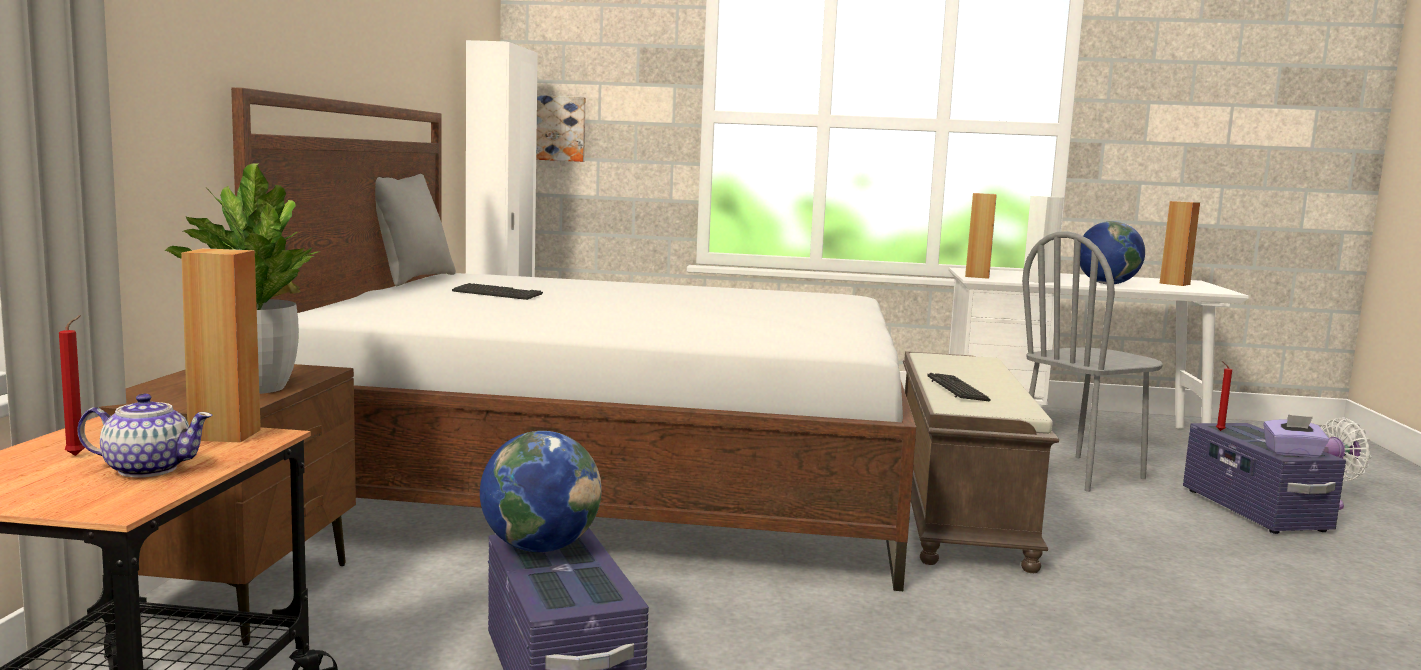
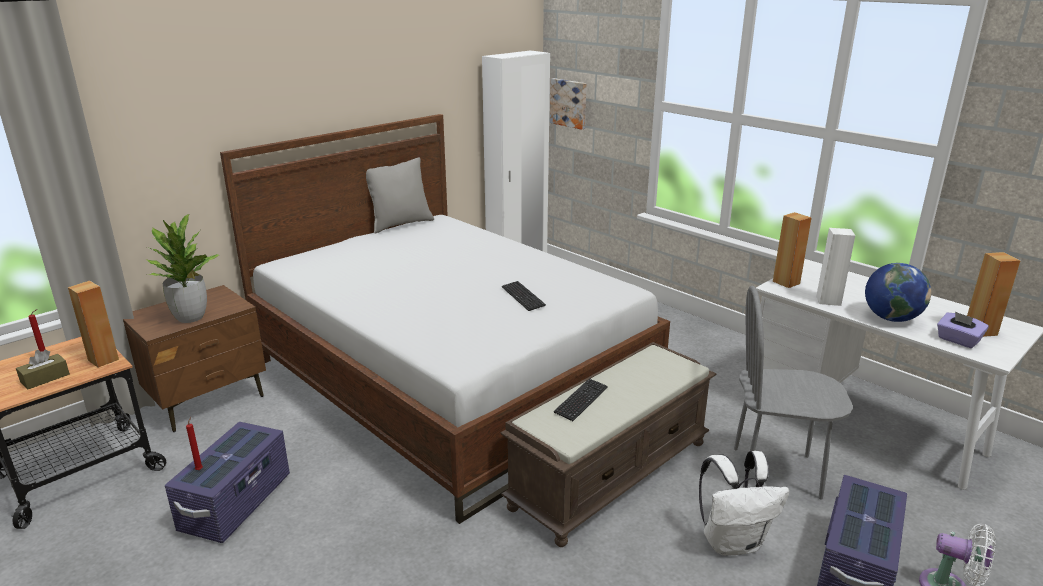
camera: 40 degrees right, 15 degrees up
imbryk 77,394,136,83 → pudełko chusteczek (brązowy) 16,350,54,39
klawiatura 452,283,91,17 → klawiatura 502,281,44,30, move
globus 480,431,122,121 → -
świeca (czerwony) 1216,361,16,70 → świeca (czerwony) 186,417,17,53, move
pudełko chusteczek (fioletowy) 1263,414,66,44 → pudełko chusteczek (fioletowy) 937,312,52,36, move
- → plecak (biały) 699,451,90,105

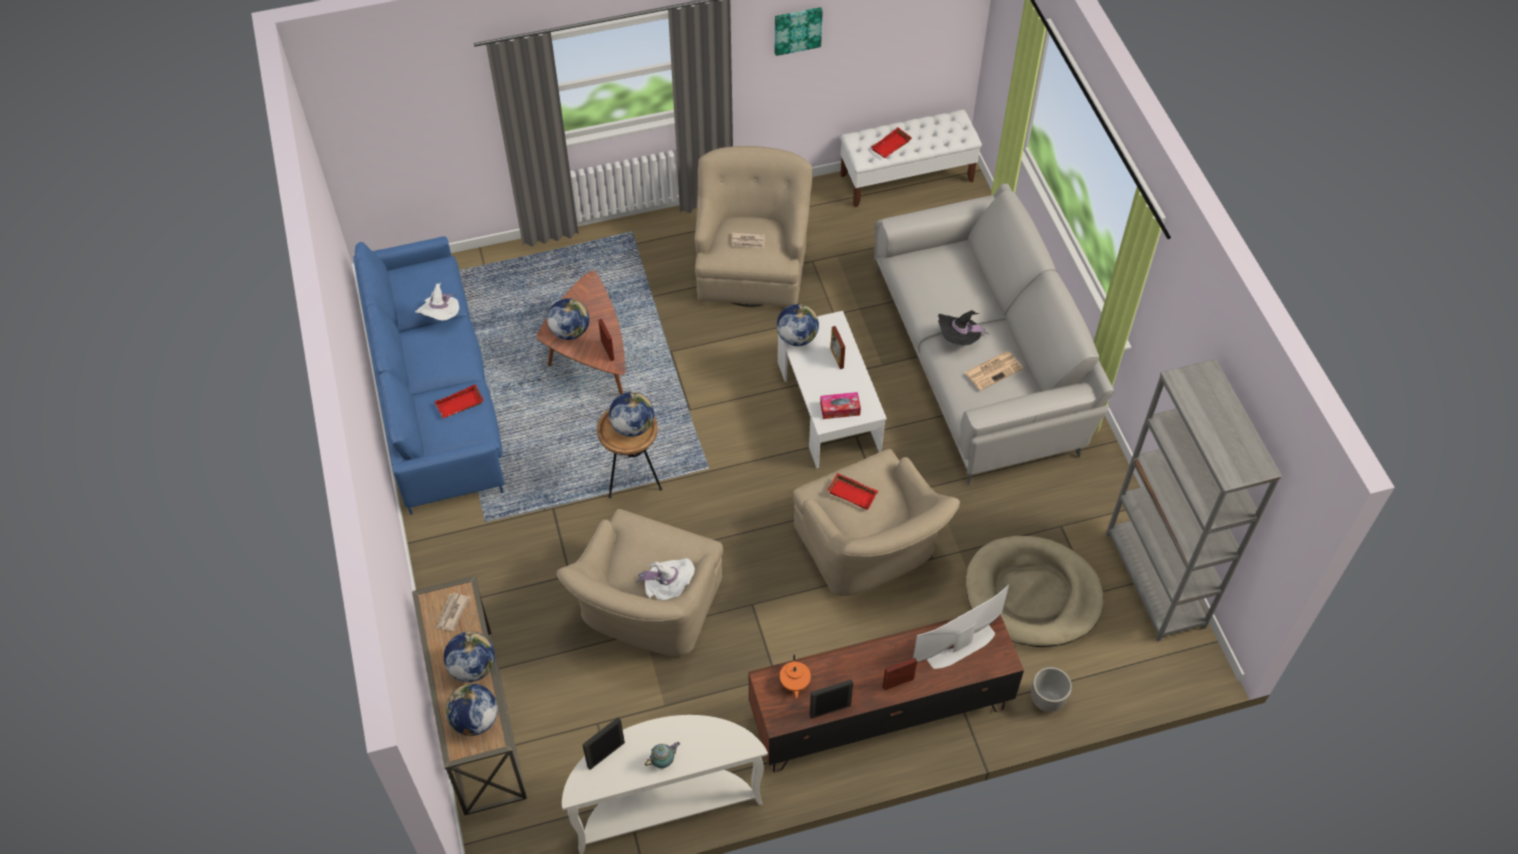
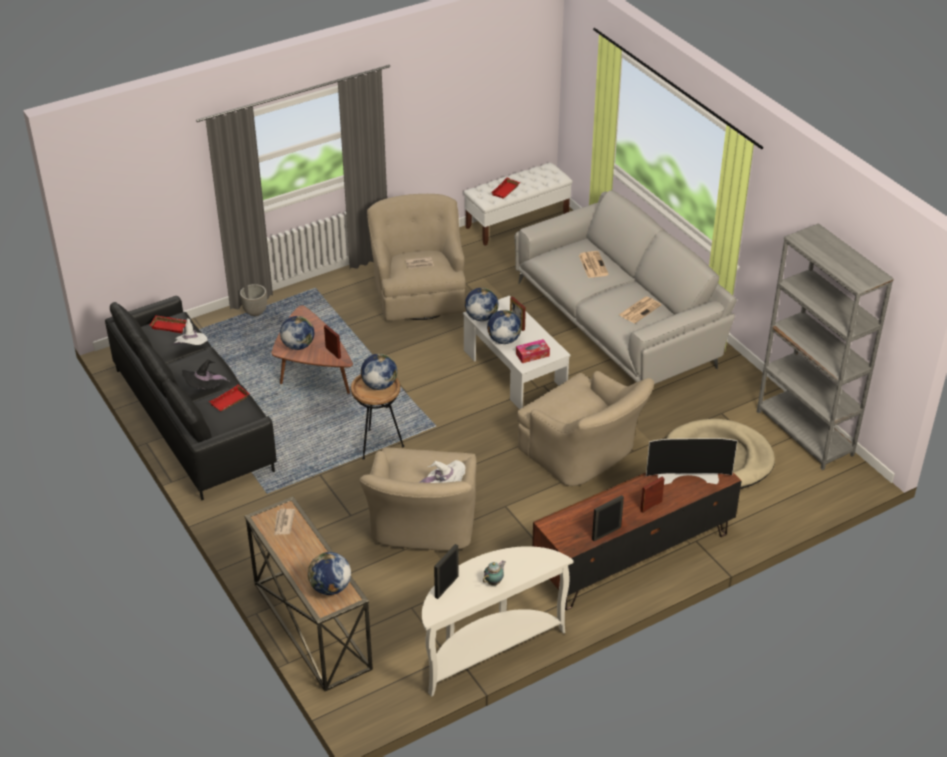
camera: 15 degrees left, 15 degrees down
kanapa (niebieski) 353,236,151,279 → kanapa (czarny) 105,296,172,204
globus 444,631,51,51 → globus 487,310,35,34, move
obraz 775,7,48,49 → -
imbryk (pomarańczowy) 780,654,31,44 → -
taca (czerwony) 827,473,51,37 → taca (czerwony) 149,315,38,18, move
telewizor 913,584,96,85 → telewizor 646,438,91,47, 135 degrees counterclockwise
kapelusz (czarny) 938,310,51,36 → kapelusz (czarny) 182,359,48,30, move
donica 1031,667,41,45 → donica 240,284,27,32, move
- → gazeta 579,251,30,27

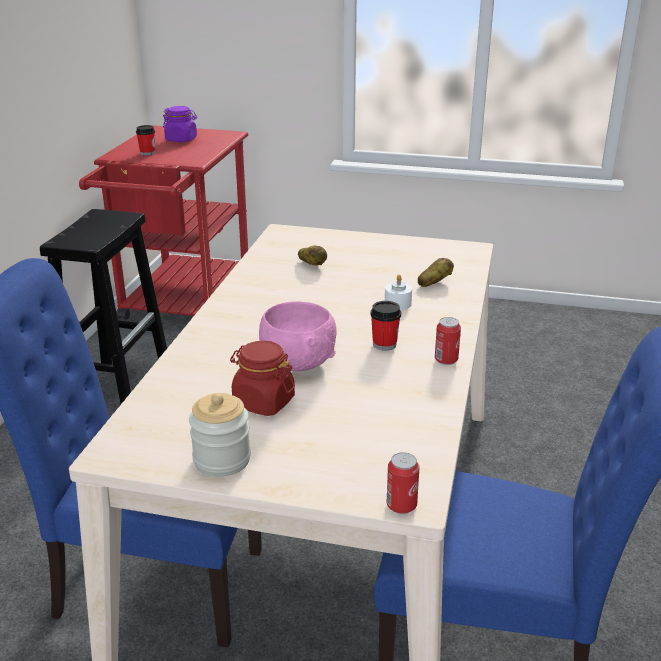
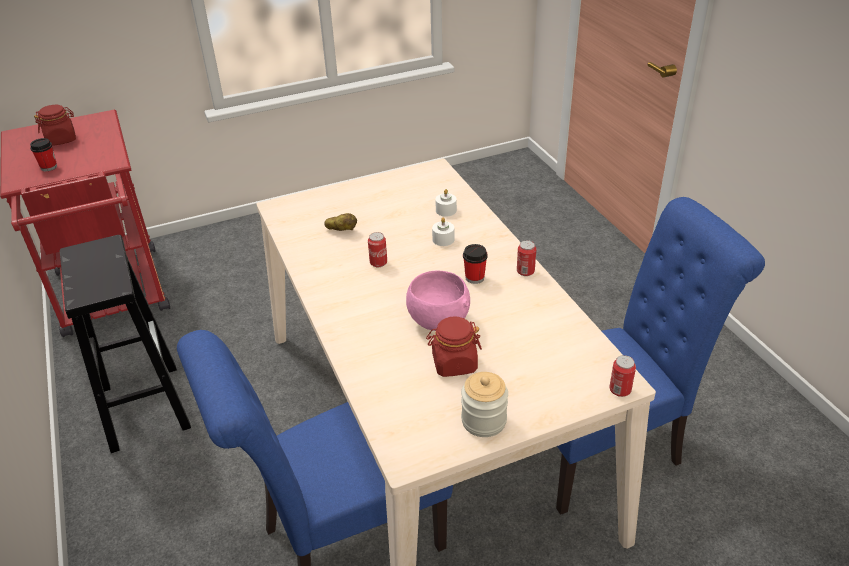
camera: 35 degrees left, 10 degrees up
słoik (fioletowy) 163,106,34,36 → słoik (czerwony) 34,105,42,41
ziemniak 418,258,36,29 → świeca (biały) 435,189,22,28
- → puszka 368,232,19,35

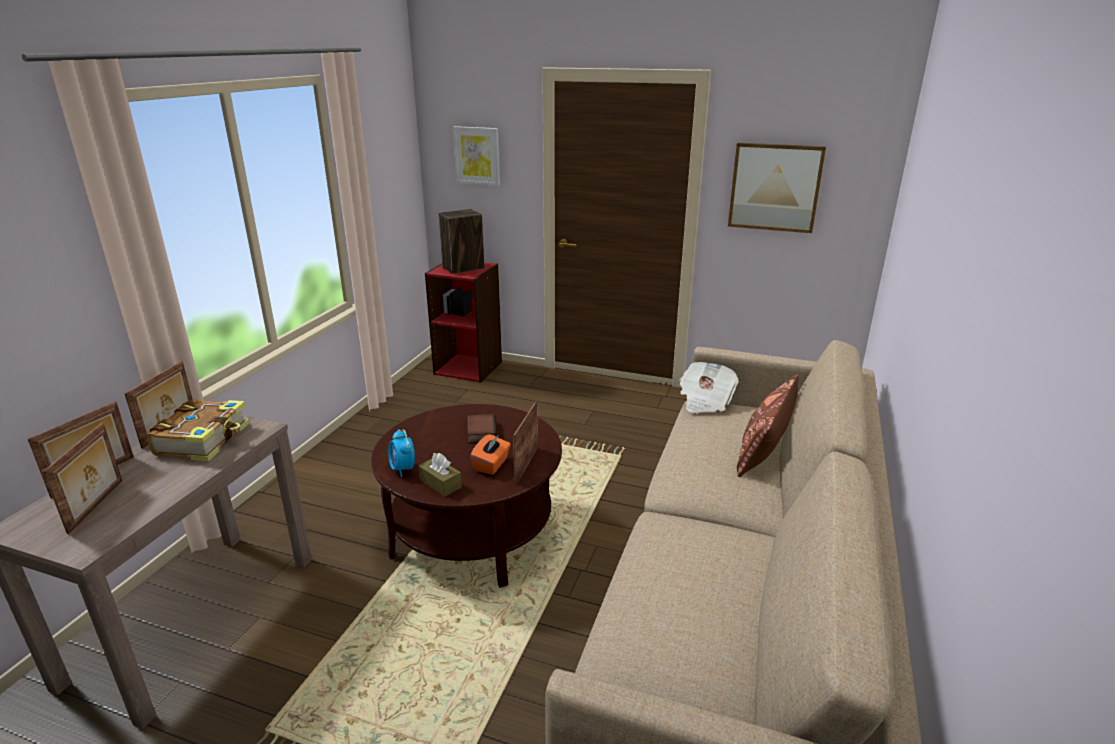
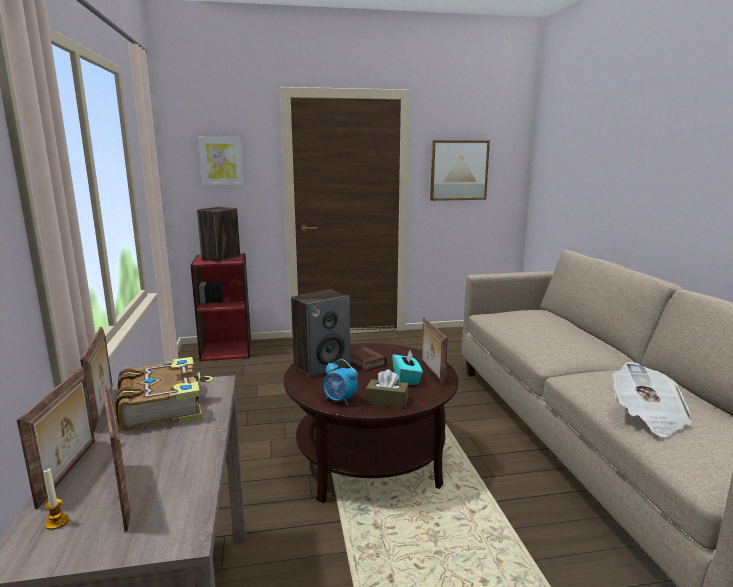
camera: 30 degrees left, 10 degrees down
pudełko chusteczek (pomarańczowy) 470,434,41,41 → pudełko chusteczek (turkusowy) 392,350,31,35
gazeta 679,362,60,51 → gazeta 612,362,81,75, move
poduszka (brązowy) 737,375,62,102 → -
- → świeca 44,468,25,62
- → głośnik 291,289,59,88

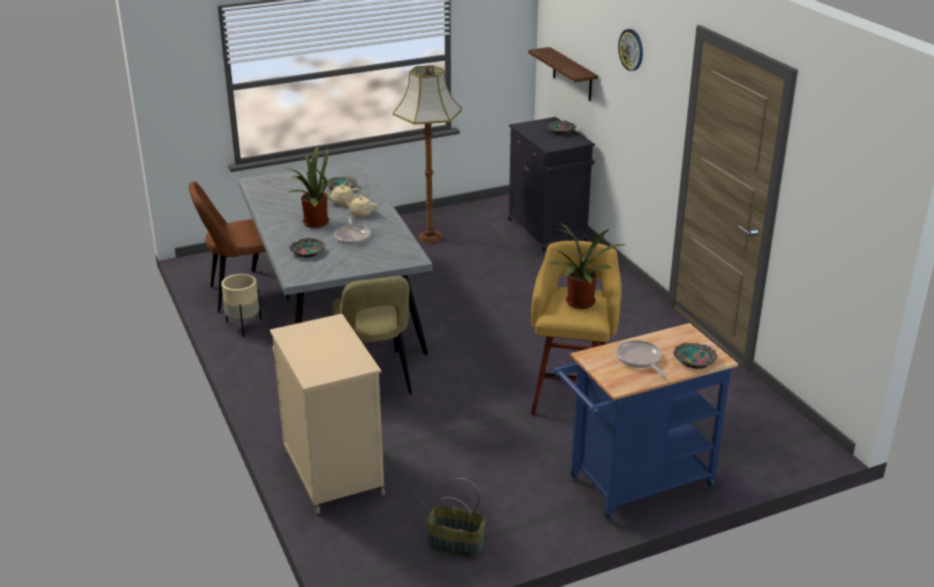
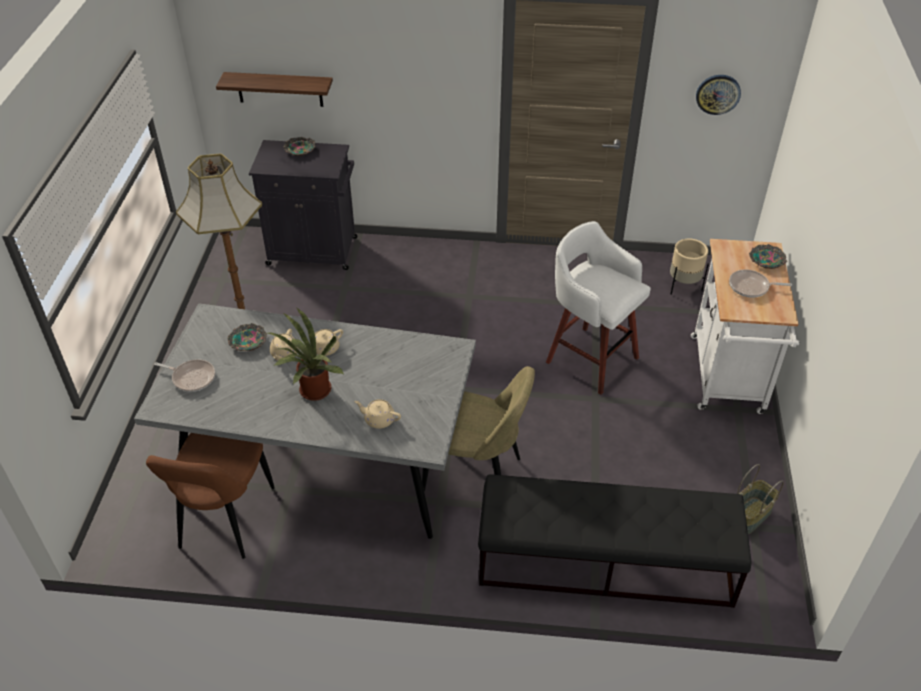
camera: 60 degrees left, 15 degrees up
donica (beżowy) 221,274,41,63 → donica (beżowy) 670,239,39,56, move
szafka (beżowy) 270,314,115,200 → ławka (czarny) 478,474,273,134
miska 289,238,36,20 → imbryk (beżowy) 354,399,47,30
patelnia 334,216,37,28 → patelnia 154,359,61,33, move
stołek (żółty) 531,241,91,174 → stołek (biały) 546,221,105,174
roślina doniczkowa 547,223,79,86 → -
wózek (niebieski) 554,323,184,197 → wózek (biały) 691,239,108,175
zegar ścienny 618,29,25,42 → zegar ścienny 696,75,45,40, move

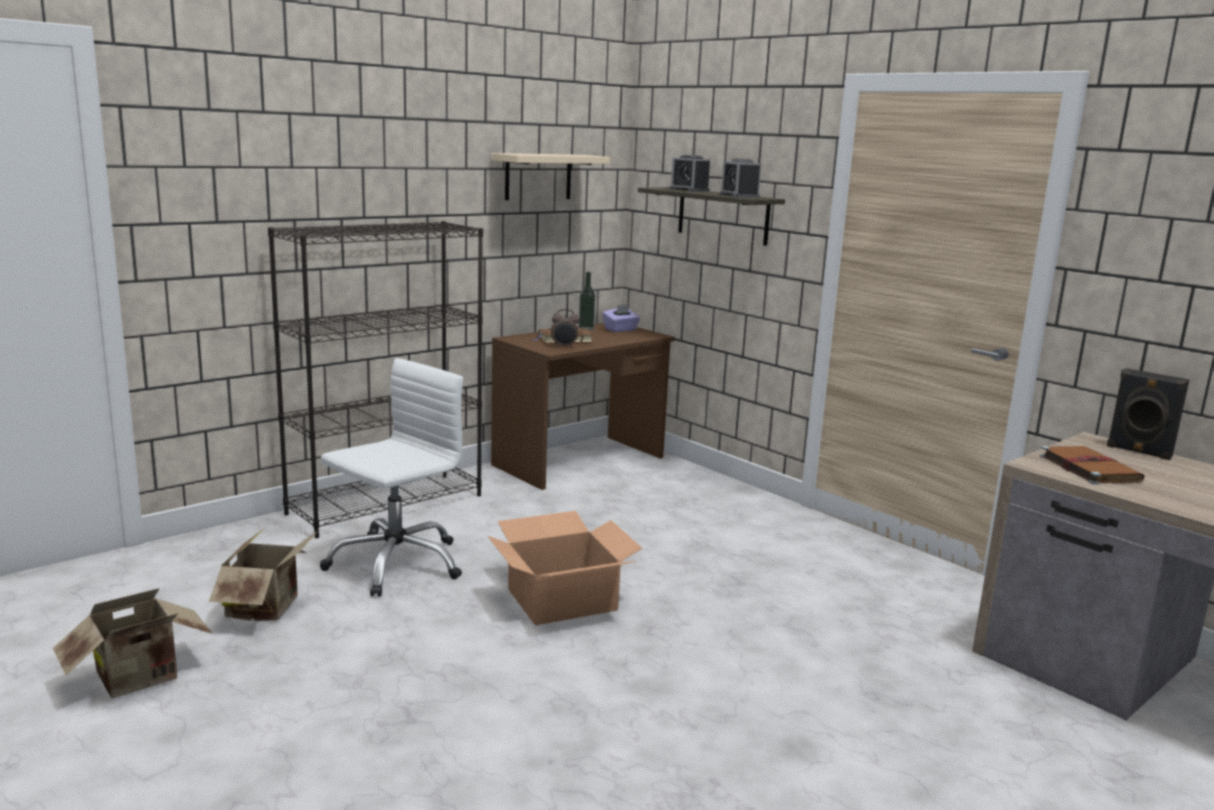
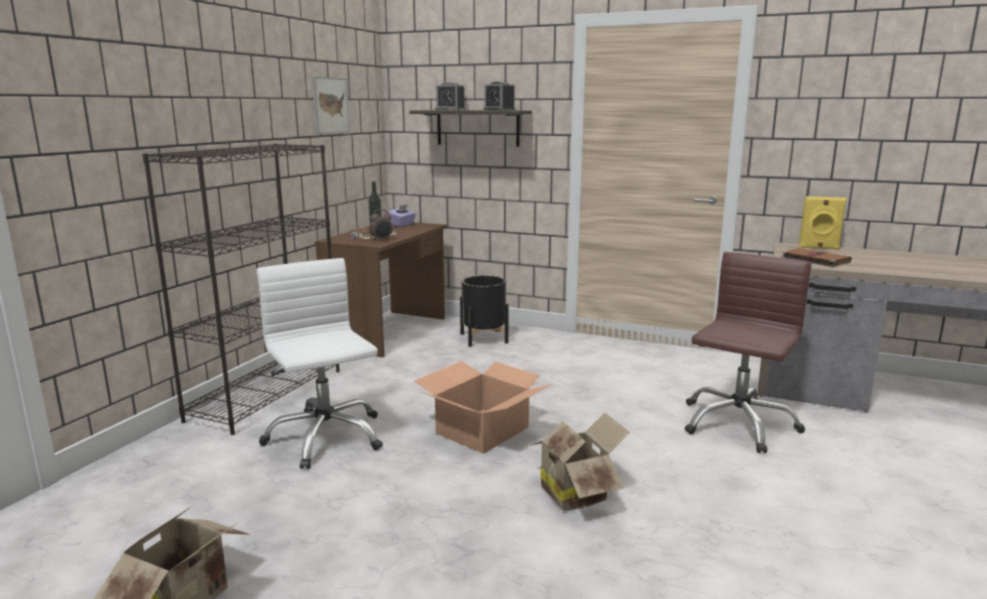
camera: 25 degrees left, 0 degrees up
karton 209,527,110,94 → karton 530,413,100,98, move
krzesło biurowe (biały) 320,358,143,239 → krzesło biurowe (biały) 257,258,126,211, 45 degrees counterclockwise
półka (beżowy) 491,153,119,47 → obraz 312,76,38,58
głośnik (czarny) 1107,368,83,92 → głośnik (żółty) 799,196,48,54
- → donica (czarny) 460,275,49,72
- → krzesło biurowe (brązowy) 685,252,127,201

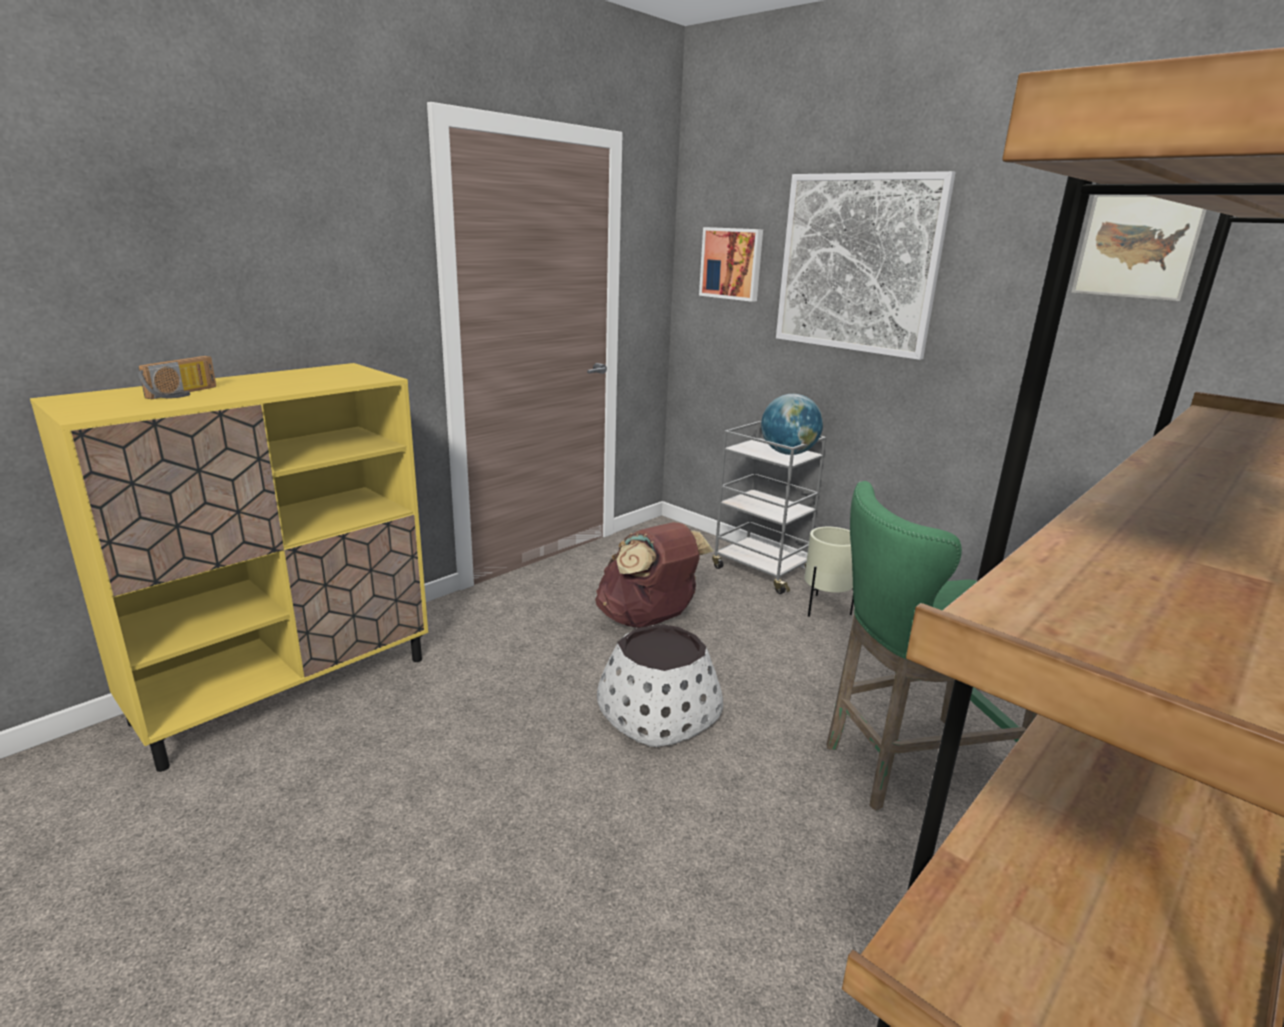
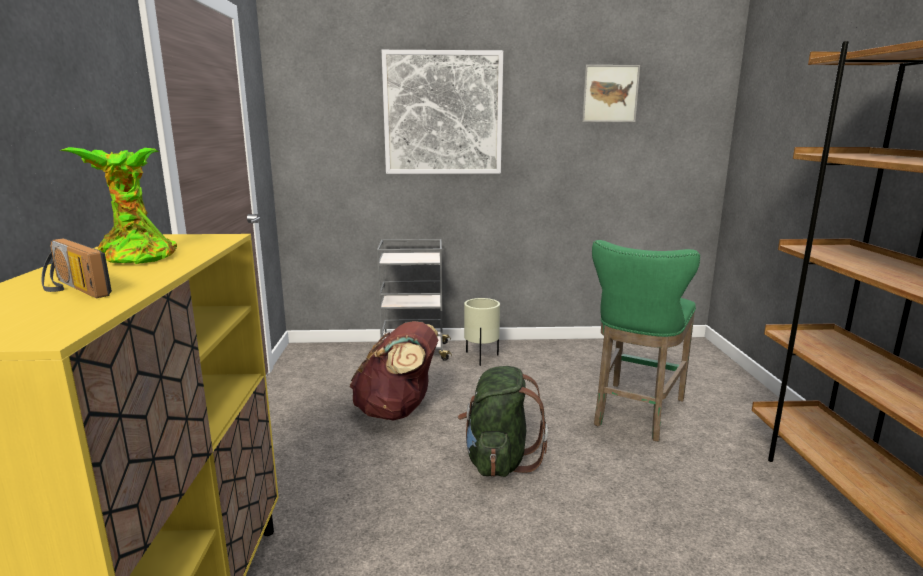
camera: 45 degrees left, 5 degrees down
radio 138,356,78,43 → radio 42,238,70,60, 150 degrees clockwise
donica (biały) 597,624,126,123 → plecak (zielony) 458,366,90,111
obraz 699,227,64,75 → -
globus 761,394,62,61 → -
- → roślina doniczkowa 60,147,117,117

